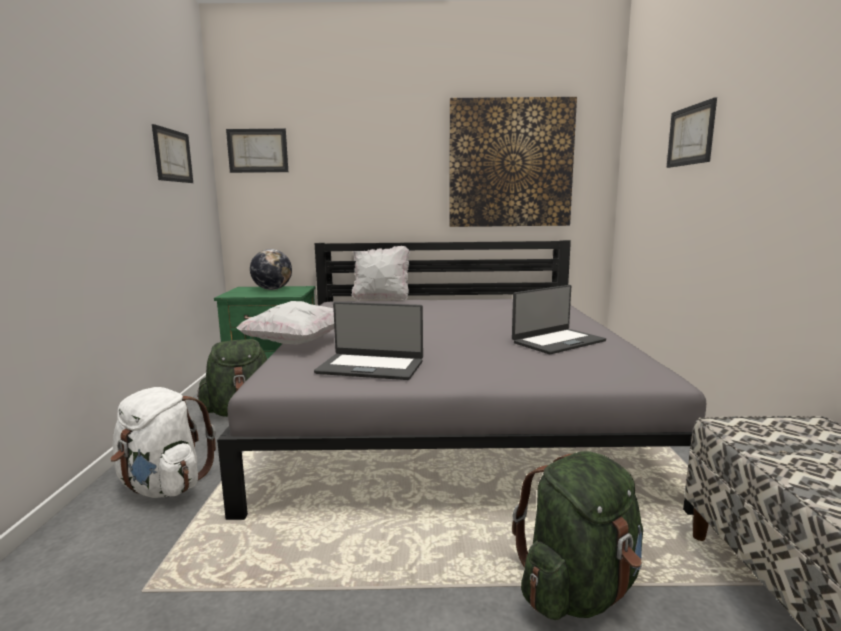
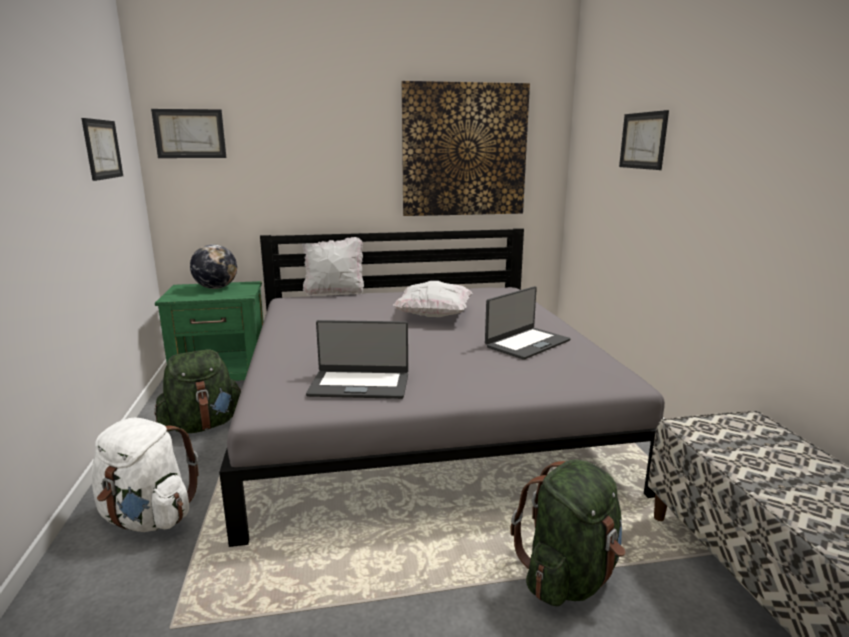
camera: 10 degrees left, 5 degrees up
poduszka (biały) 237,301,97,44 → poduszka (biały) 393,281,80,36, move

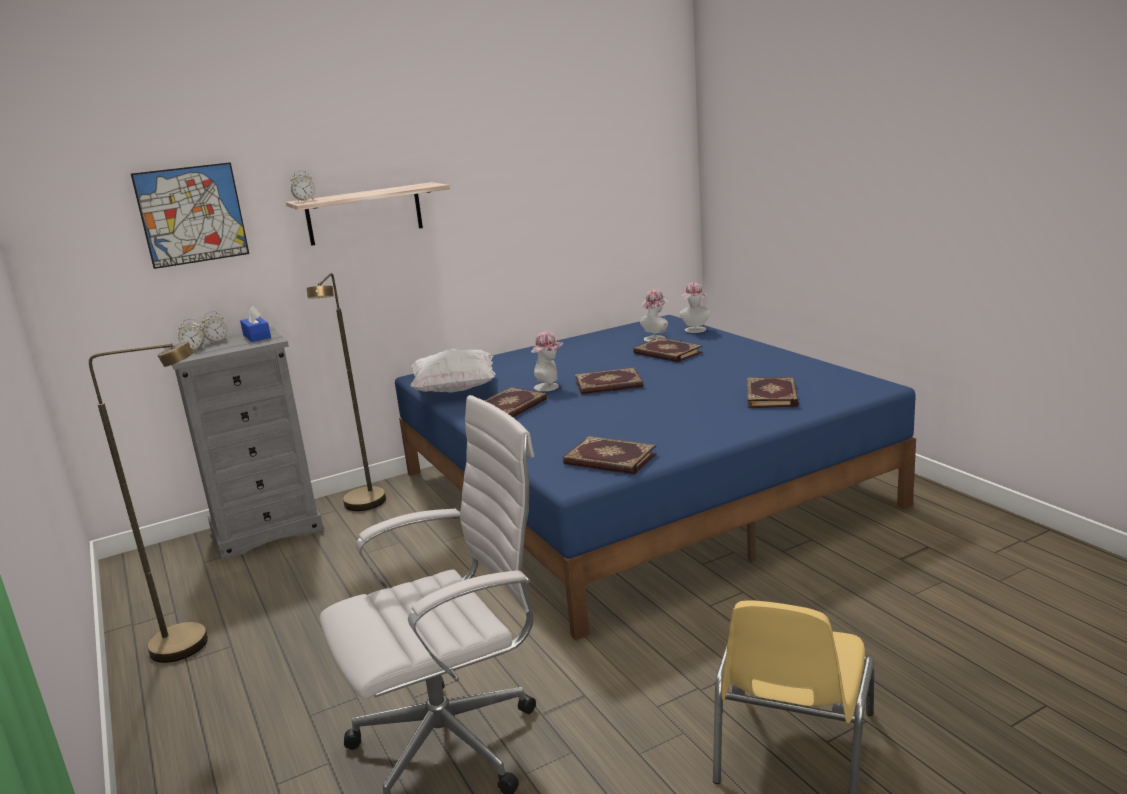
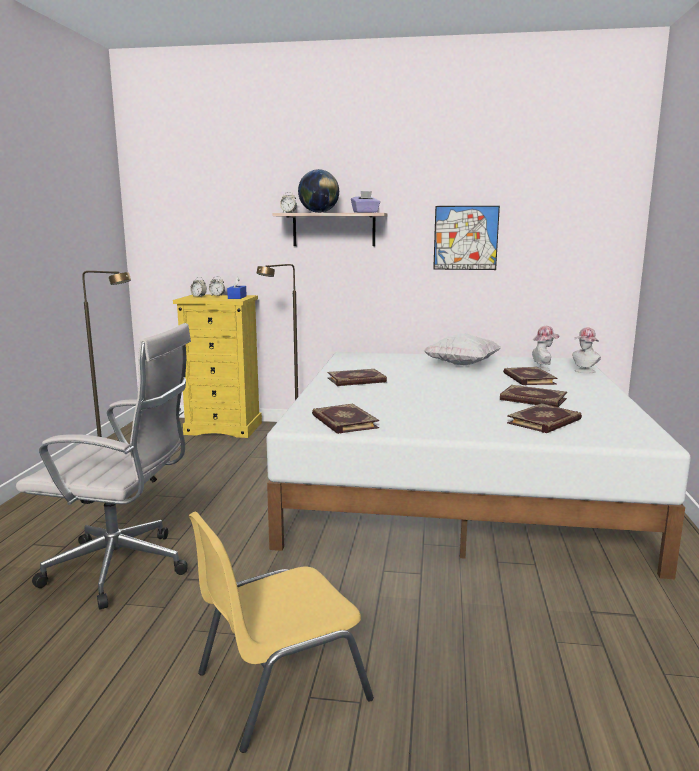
camera: 35 degrees right, 5 degrees down
obraz 131,162,118,107 → obraz 433,206,67,64, move
komoda (szary) 165,326,159,234 → komoda (żółty) 173,295,89,143
łóżko (niebieski) 395,315,521,326 → łóżko (biały) 266,352,425,227
poduszka (biały) 410,349,86,44 → poduszka (biały) 423,333,78,32, move
kapelusz 531,332,33,60 → -
książka 575,367,68,28 → książka 500,385,67,22, move
- → globus 298,169,41,44
- → pudełko chusteczek (fioletowy) 351,191,29,22

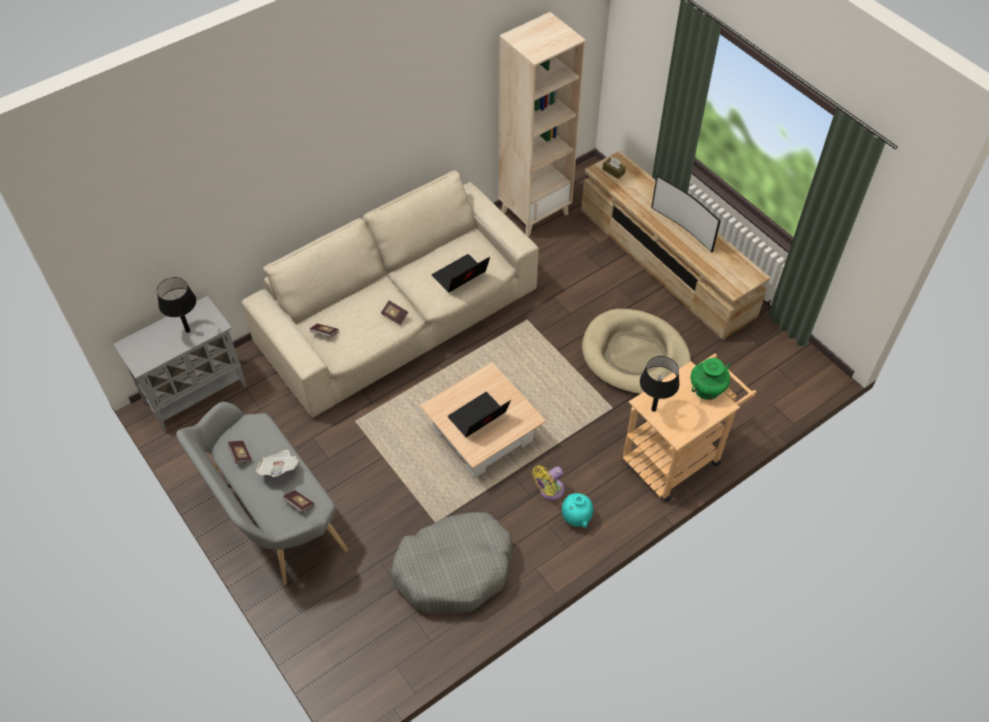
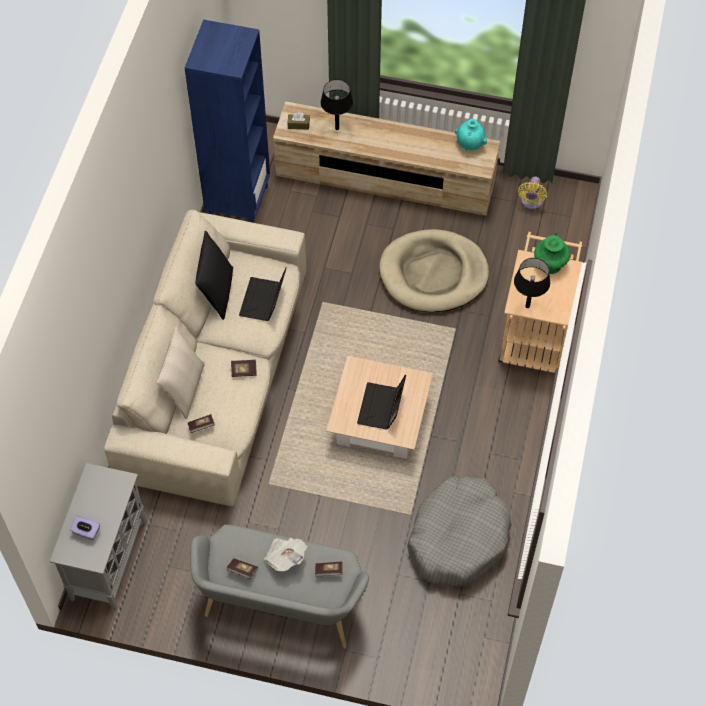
camera: 40 degrees left, 5 degrees up
lampa stołowa (czarny) 157,277,39,56 → lampa stołowa (czarny) 321,79,32,51, move
regał (beżowy) 499,12,87,224 → regał (niebieski) 185,19,85,204
wentylator (żółty) 532,465,32,35 → wentylator (żółty) 518,177,29,32, move
wazon (turkusowy) 562,493,32,35 → wazon (turkusowy) 455,119,32,32, move
telewizor 651,175,70,78 → -
- → pudełko chusteczek (fioletowy) 70,515,30,25
- → poduszka (beżowy) 157,326,48,93
- → poduszka (czarny) 195,231,38,89

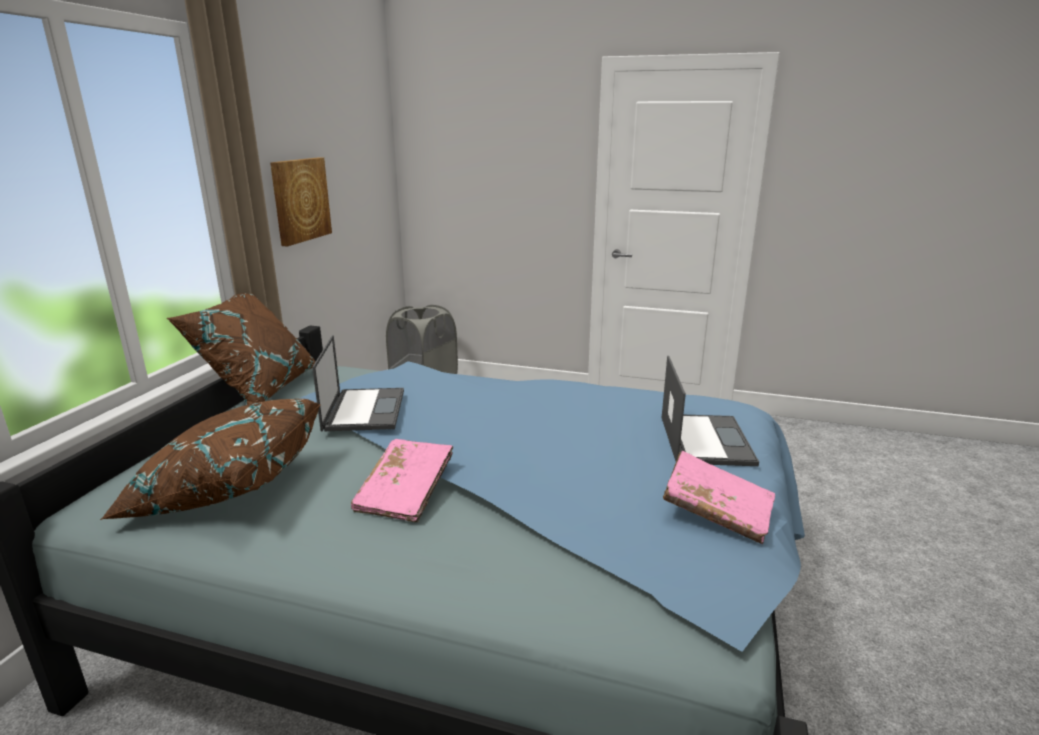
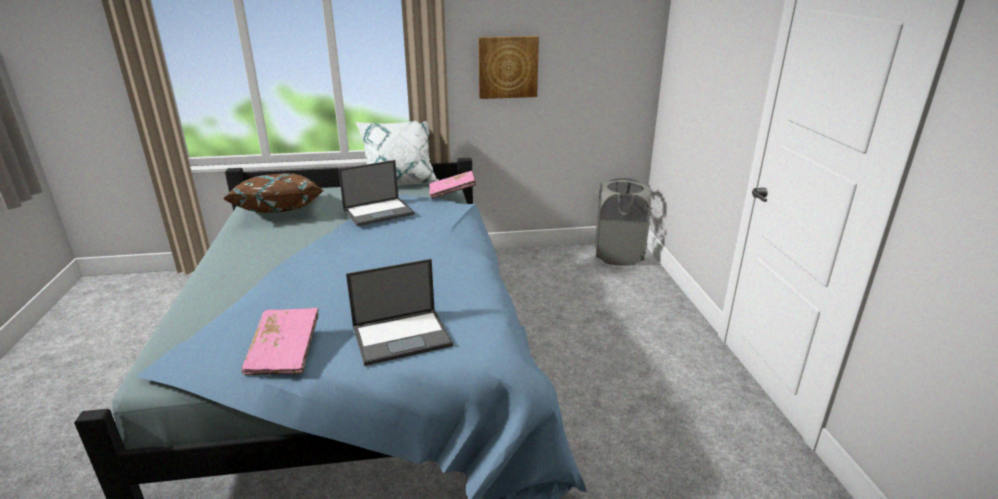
camera: 65 degrees right, 5 degrees up
poduszka (brązowy) 167,292,148,113 → poduszka (biały) 356,121,83,64
książka (różowy) 351,439,102,83 → książka (różowy) 429,171,47,28, move

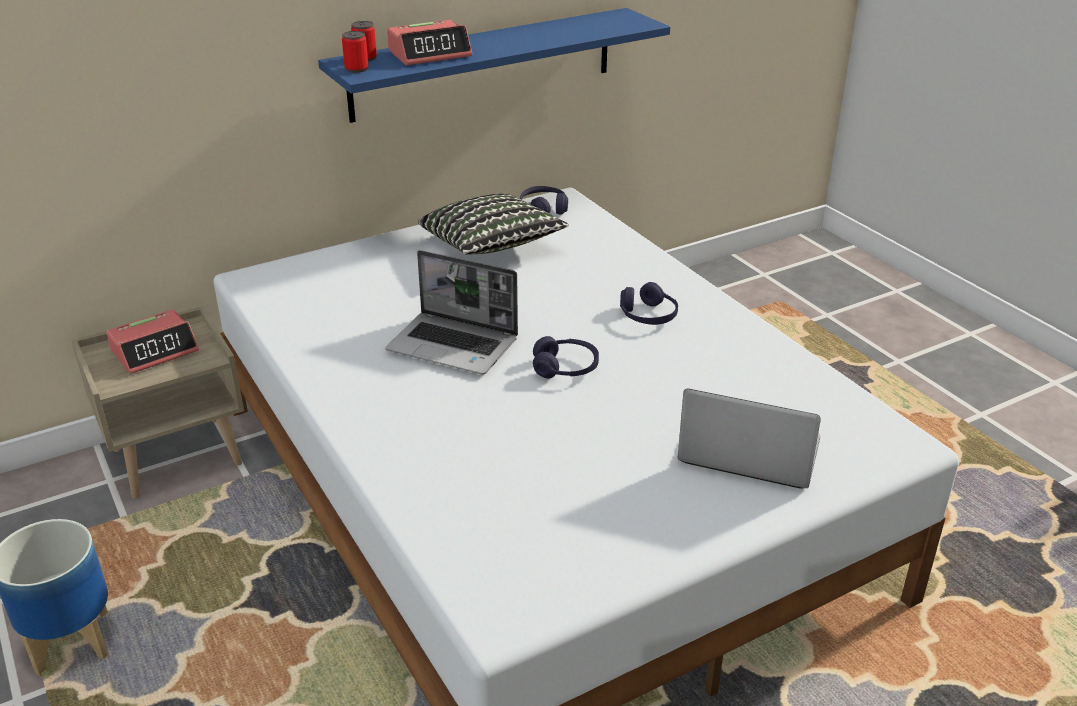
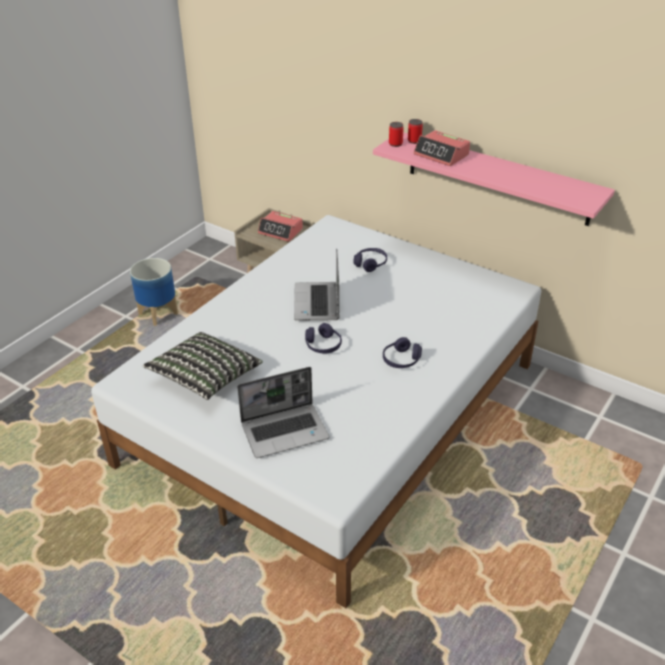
camera: 65 degrees right, 5 degrees up
półka (niebieski) 318,8,352,115 → półka (różowy) 373,132,242,94
poduszka 418,193,151,62 → poduszka 143,332,120,68, move
słuchawki (fioletowy) 520,186,48,28 → słuchawki (fioletowy) 353,248,34,24, move
laptop 678,389,143,99 → laptop 237,367,92,91, 75 degrees clockwise

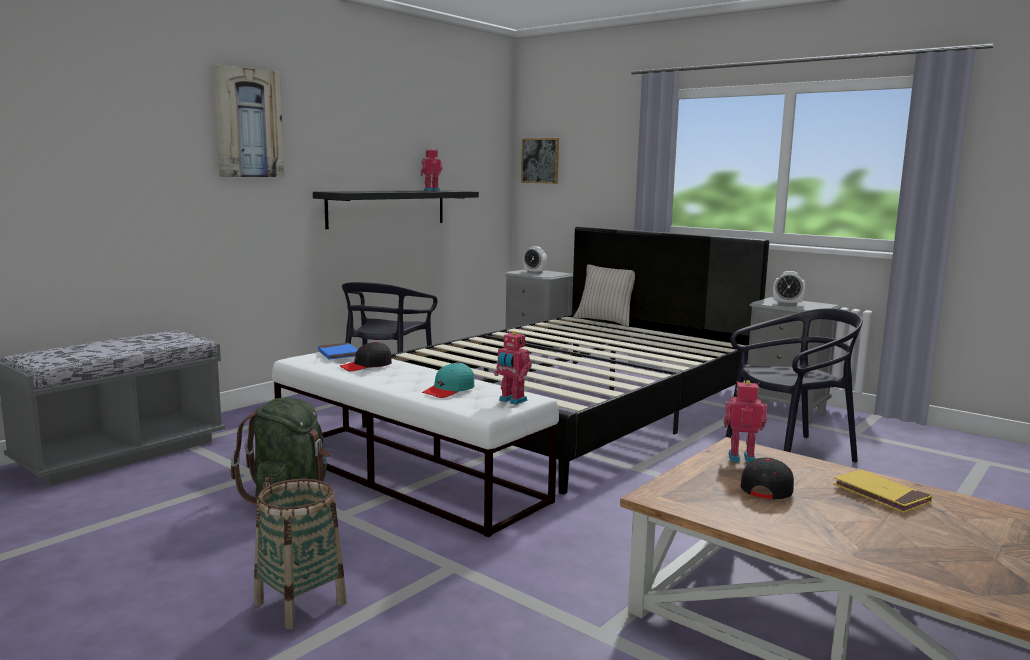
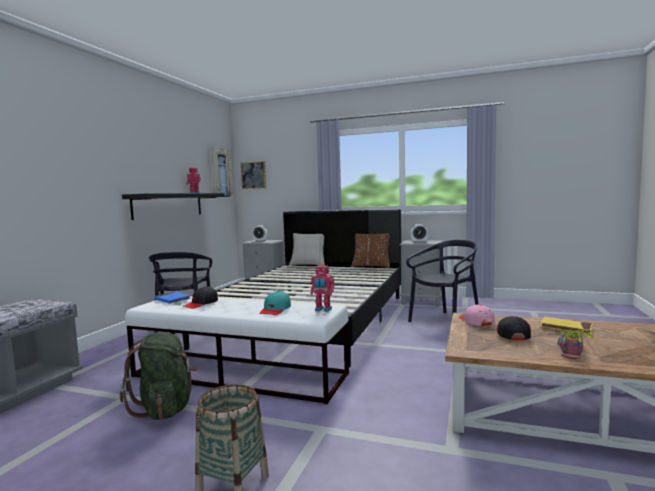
camera: 20 degrees left, 5 degrees down
obraz 213,64,71,113 → obraz 210,147,23,50, move
robot zabawkowy 724,380,43,83 → czapka z daszkiem (różowy) 459,305,36,21
- → poduszka (brązowy) 351,233,39,36
- → but 557,329,37,30

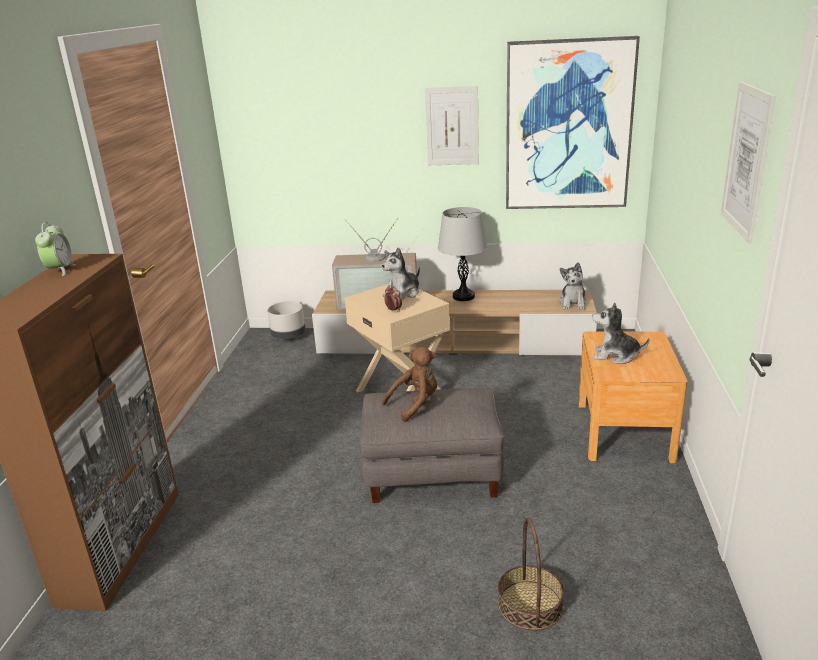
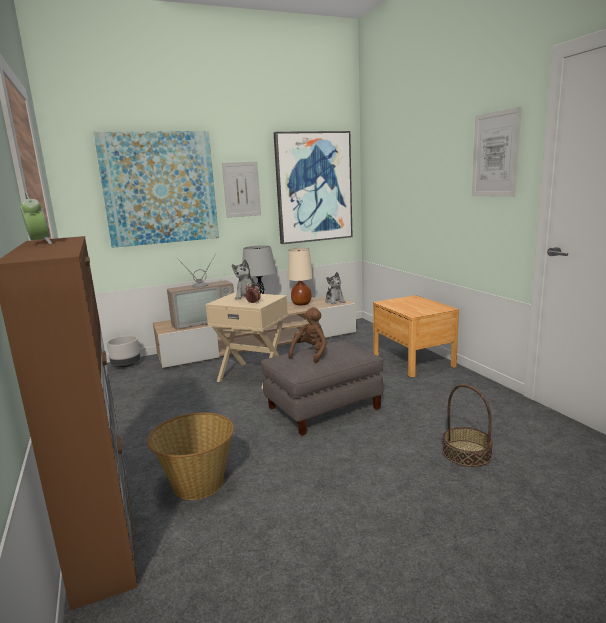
camera: 30 degrees left, 10 degrees down
pluszak 592,303,57,61 → -
- → obraz 94,131,125,117
- → koszyk 147,413,87,87
- → lampa stołowa (beżowy) 288,248,25,58

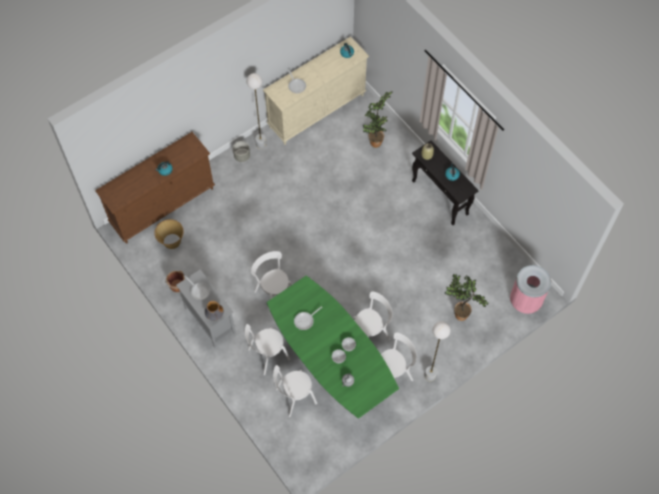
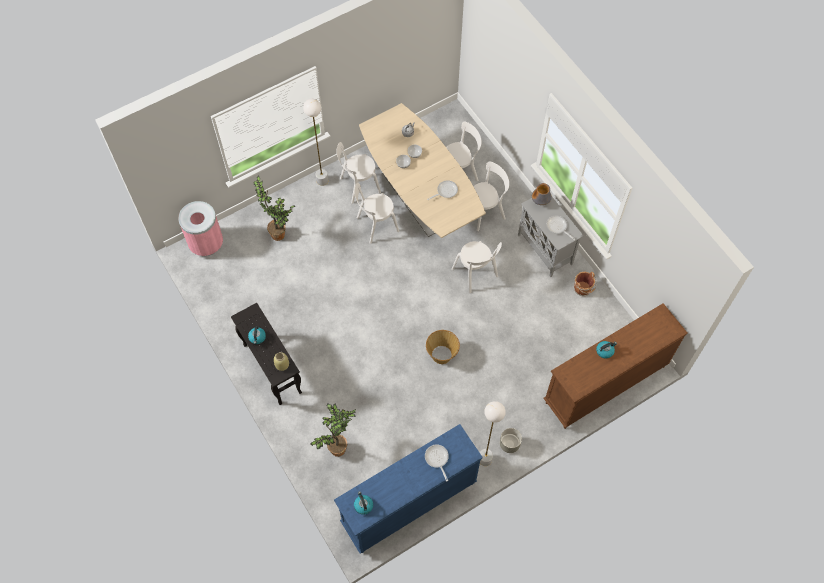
camera: 175 degrees left, 0 degrees up
koszyk 154,219,30,30 → koszyk 426,330,34,34, move
komoda (beżowy) 263,36,106,109 → komoda (niebieski) 334,424,149,129
stół jadalny (zielony) 267,276,132,143 → stół jadalny (beżowy) 359,103,127,135

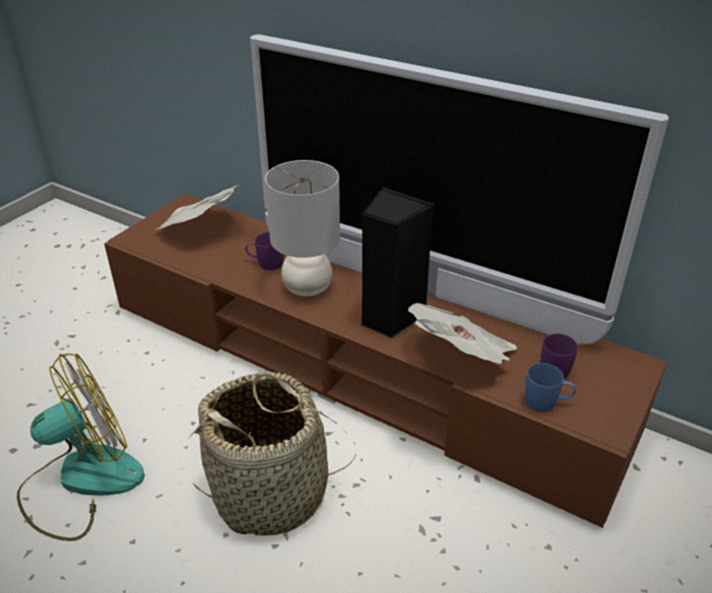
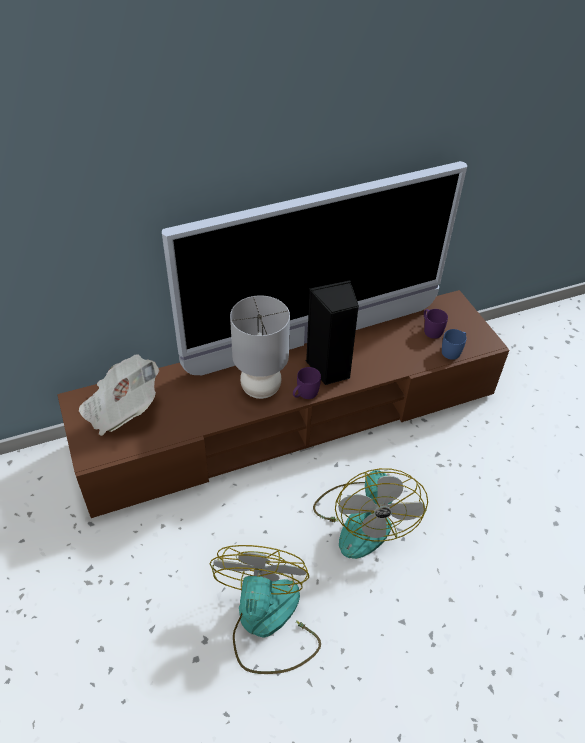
camera: 55 degrees left, 10 degrees up
koszyk 189,372,167,164 → wentylator 313,468,115,91
kubek (fioletowy) 246,232,38,38 → kubek (fioletowy) 293,367,28,32, move
gazeta 408,303,109,62 → -

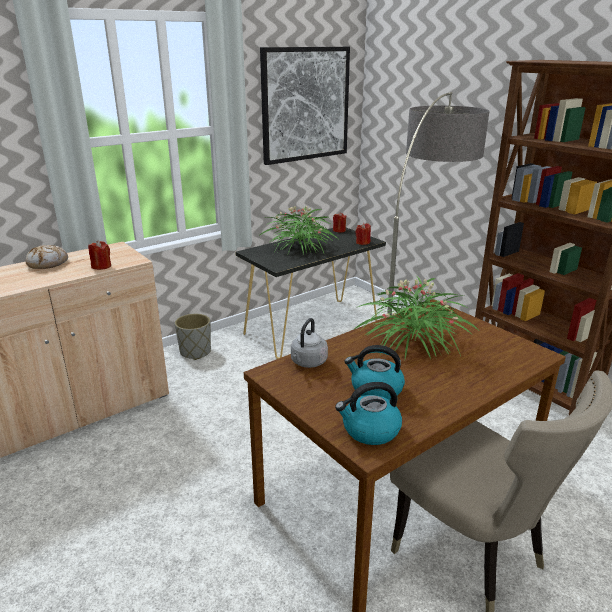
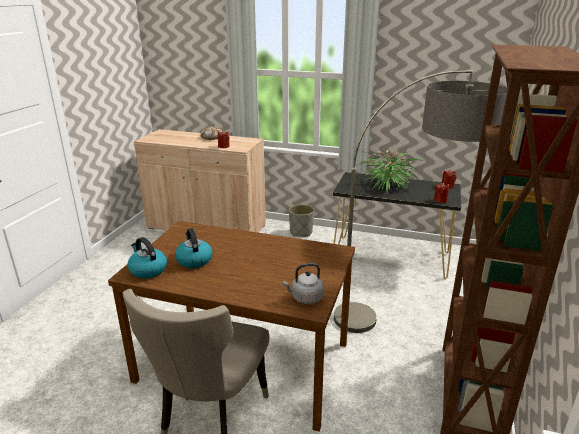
camera: 55 degrees right, 0 degrees up
obraz 260,47,90,118 → -
czajnik (szary) 291,318,37,50 → czajnik (szary) 282,263,42,41, move
roślina doniczkowa 355,275,124,84 → -

